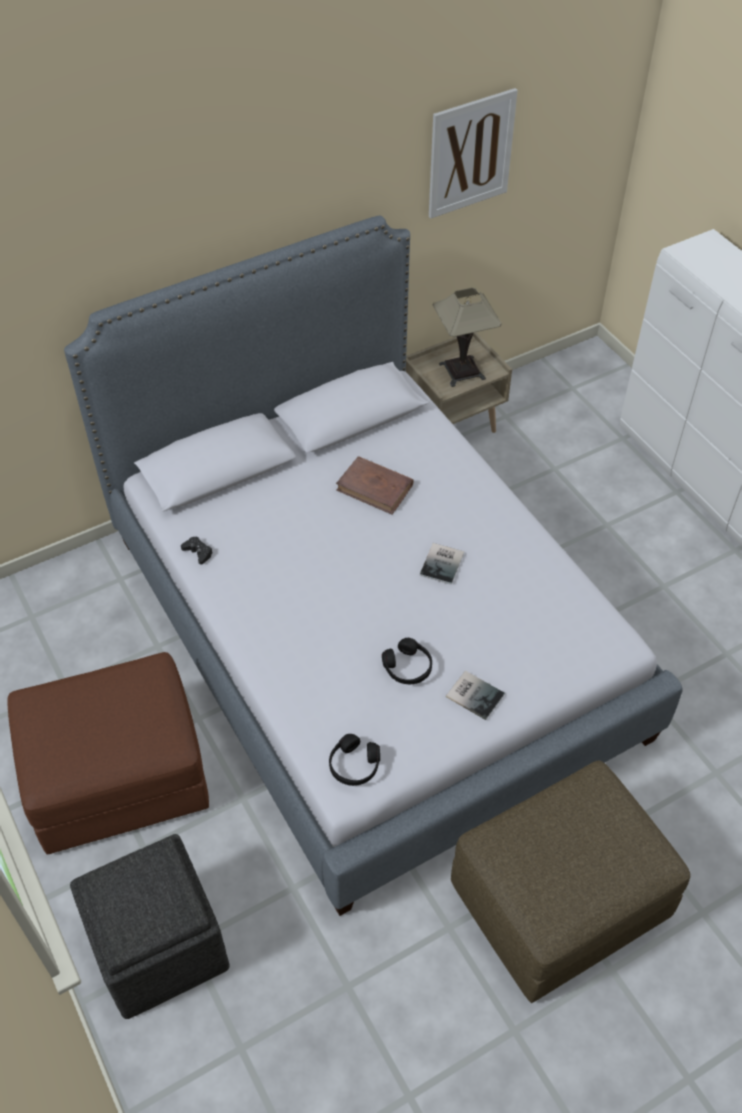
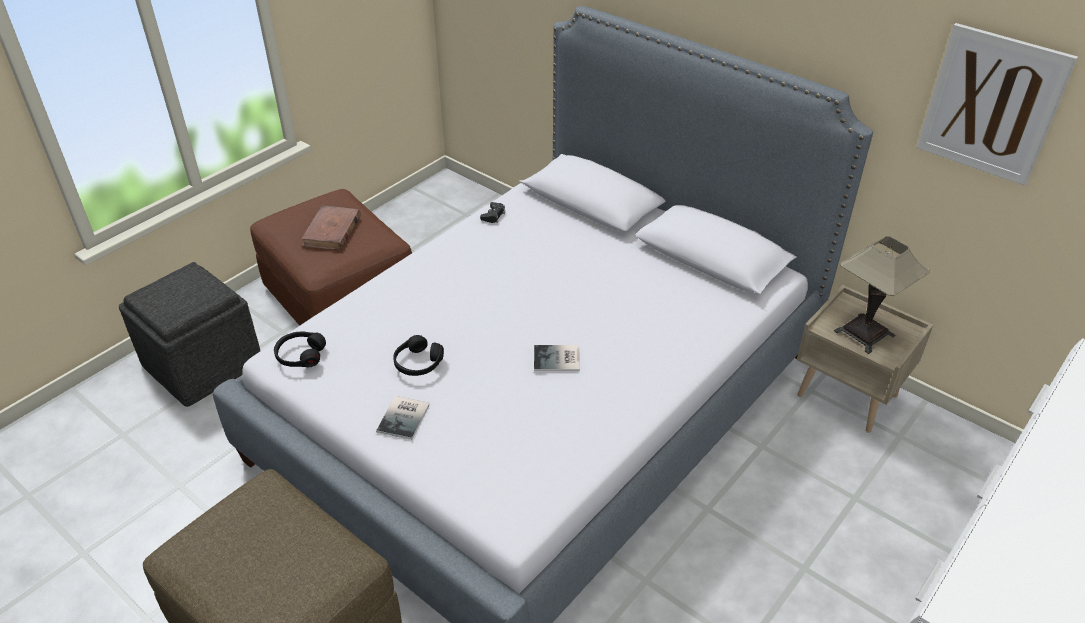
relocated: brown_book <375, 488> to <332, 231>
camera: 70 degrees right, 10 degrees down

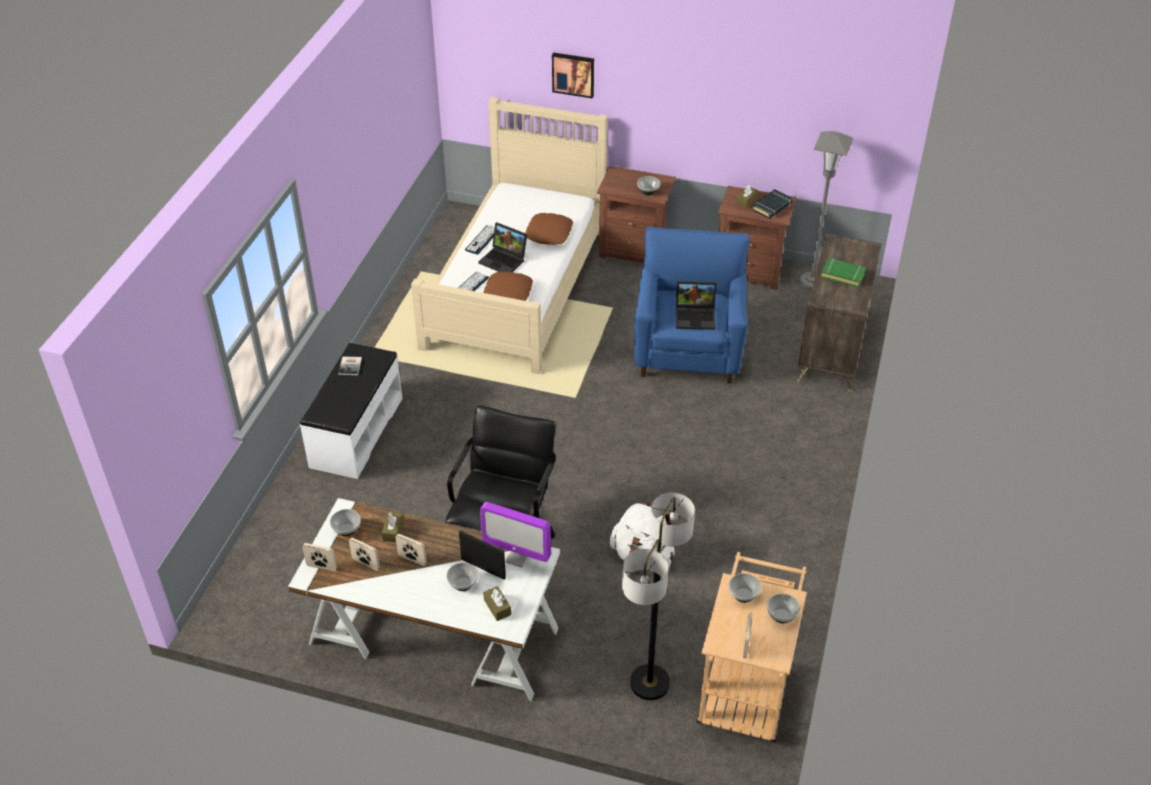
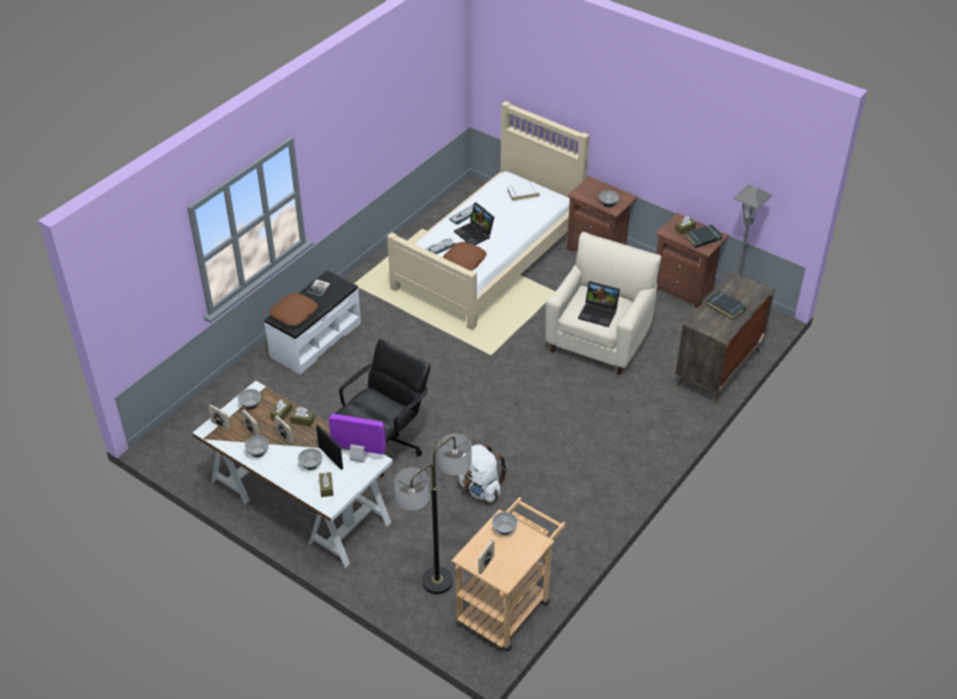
missing: picture <573, 74>
appeared: brown_tissue_box <302, 420>; white_book <523, 193>
relocated: brown_pillow <549, 234> to <294, 313>; bowl <781, 616> to <257, 452>
colour: blue_armchair <689, 350> to beige_armchair <600, 340>; green_book <842, 275> to black_book <726, 307>
spun: monitor <517, 557> = <359, 457> 150 degrees clockwise
camera: 20 degrees right, 0 degrees up

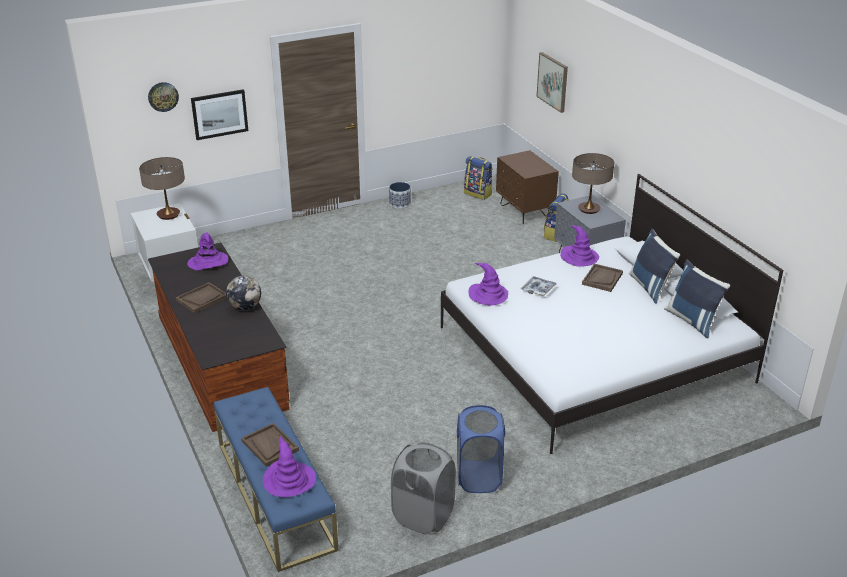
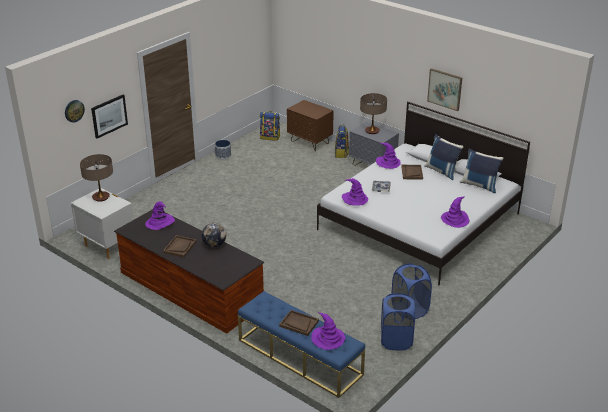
appeared: purple_hat <455, 219>
relocated: picture <553, 82> to <445, 89>
colour: grey_laundry_basket <423, 516> to blue_laundry_basket <396, 341>
camera: 25 degrees left, 0 degrees up

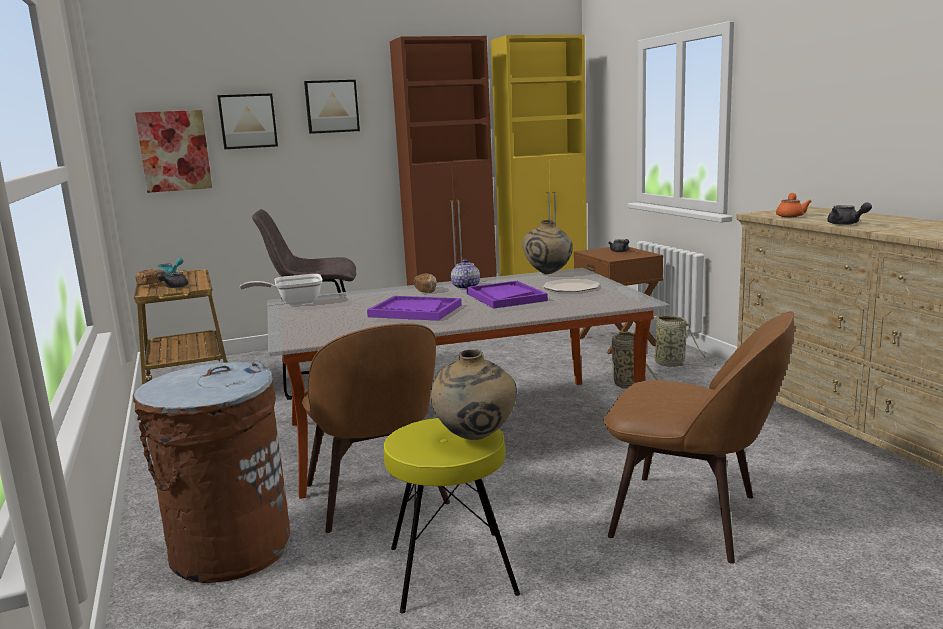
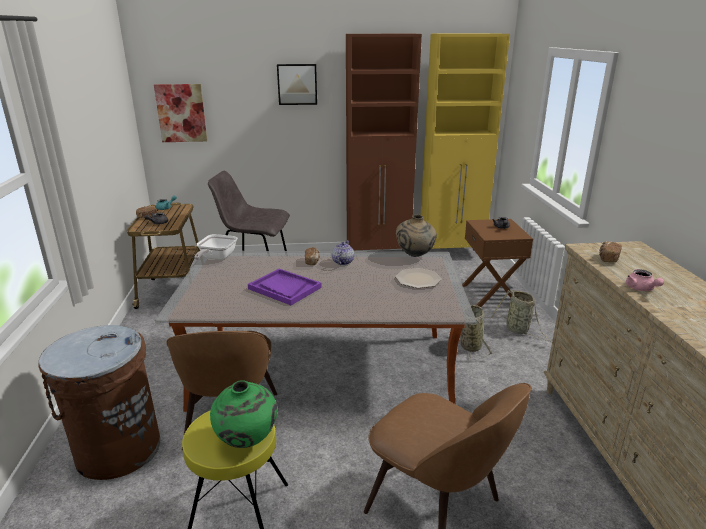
missing: picture <247, 121>; purple_tray <505, 297>
exchanged: orange_teapot <791, 215> to bread <608, 258>
colour: beige_vase <476, 438> to green_vase <247, 441>; grey_teapot <846, 224> to pink_teapot <641, 289>
spun: frying_pan <294, 302> = <216, 258> 75 degrees counterclockwise
camera: 15 degrees right, 10 degrees up

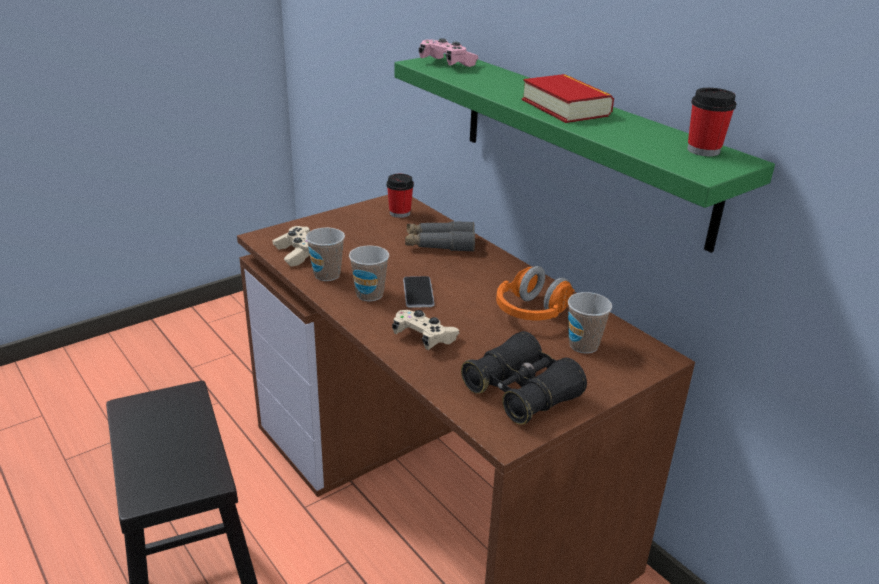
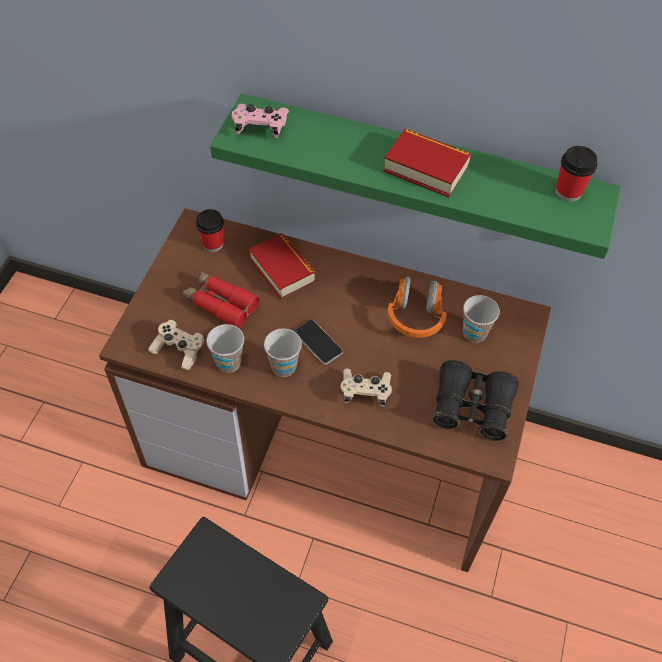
appeared: red_binoculars <220, 304>
exchanged: grey_binoculars <439, 244> to book <282, 270>
camera: 35 degrees left, 25 degrees up

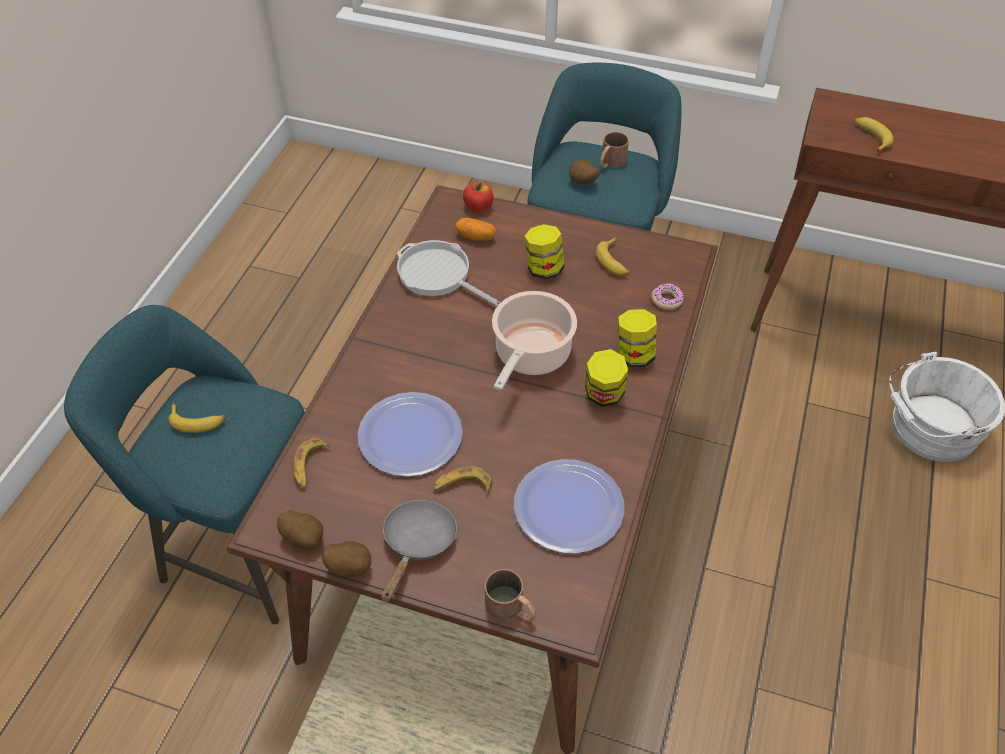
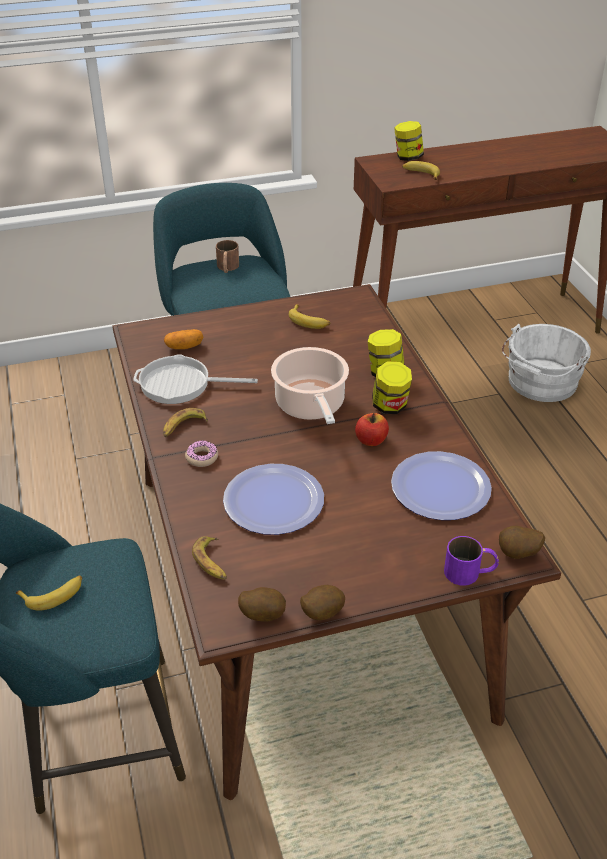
missing: grey_frying_pan <417, 544>
relocated: banana <462, 486> to <183, 427>; apple <478, 207> to <371, 440>; jar <543, 269> to <407, 157>; potato <582, 183> to <518, 555>; donut <667, 300> to <202, 457>
colour: brown_mug <511, 609> to purple_mug <470, 572>
camera: 35 degrees left, 10 degrees down

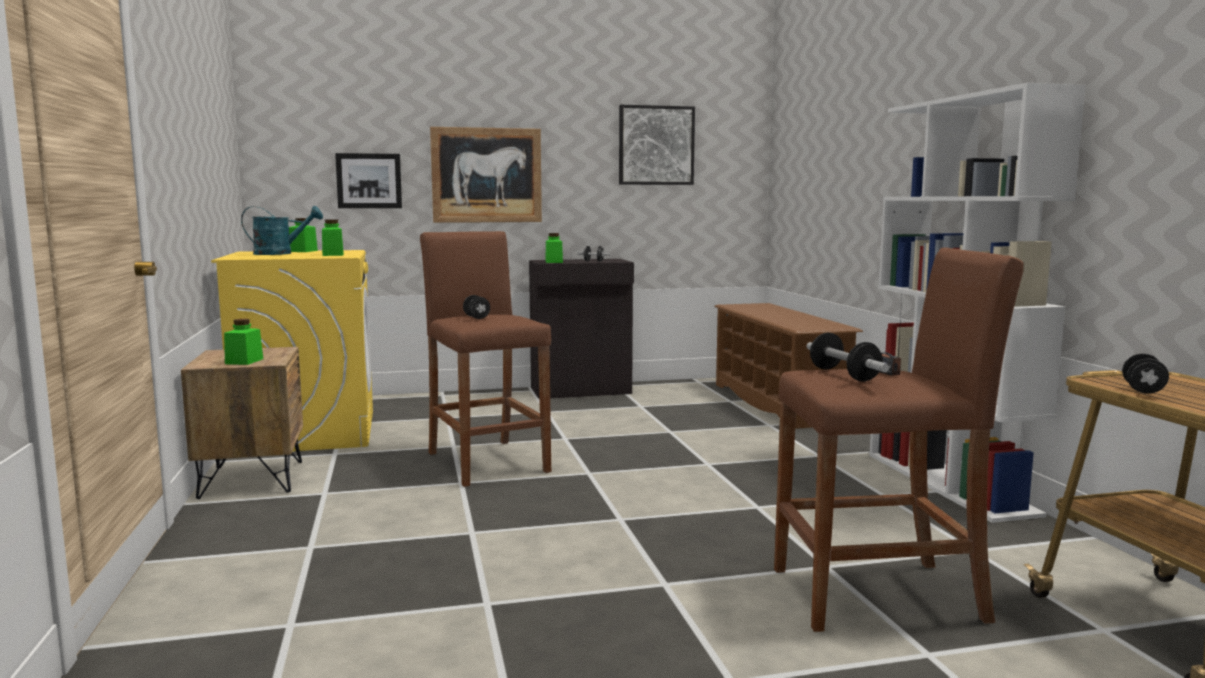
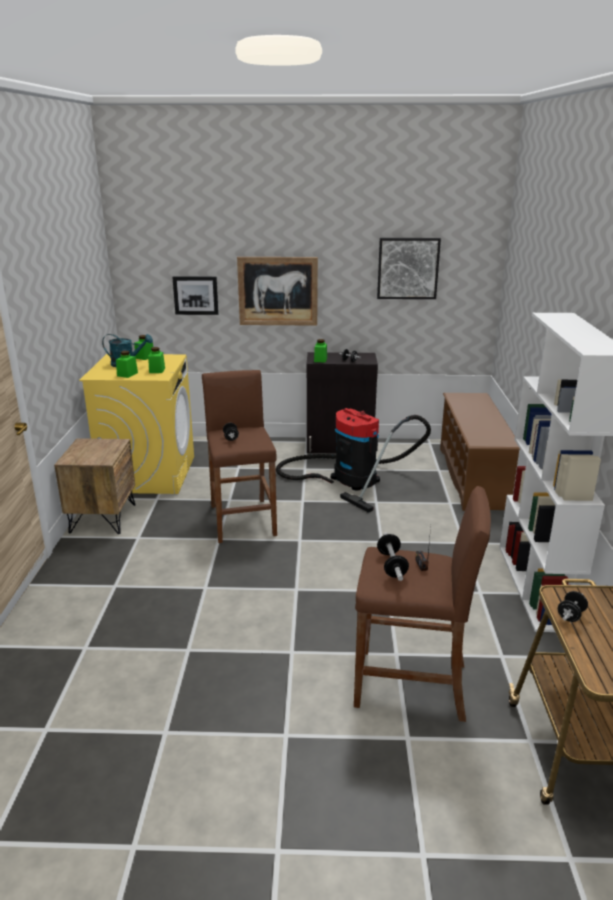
appeared: vacuum_cleaner <350, 478>
relocated: green_jar <244, 361> to <127, 374>
camera: 15 degrees right, 15 degrees up

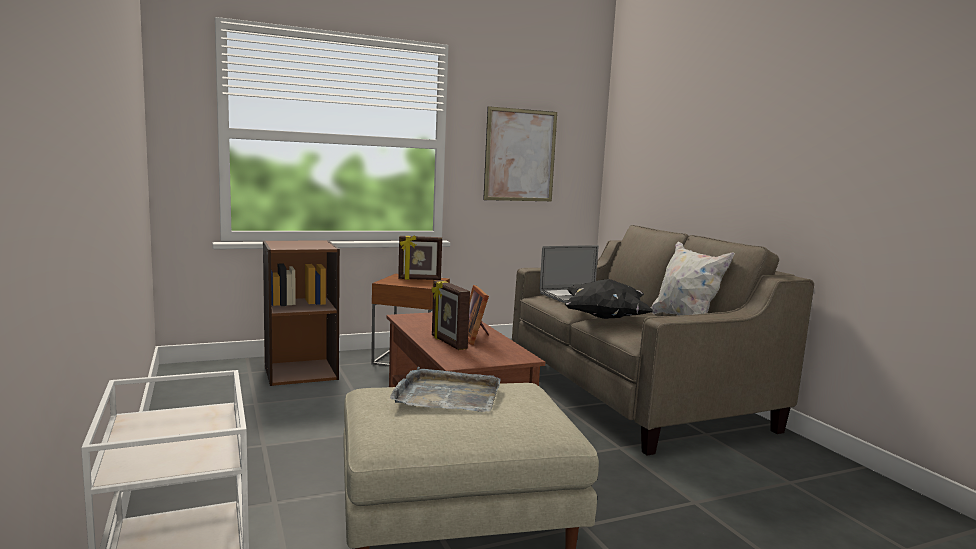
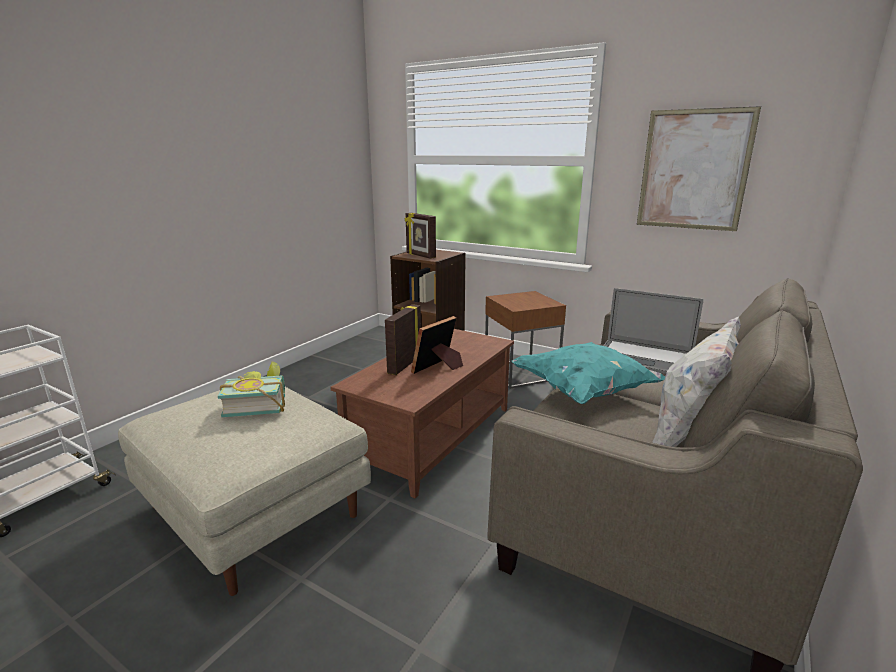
relocated: picture_frame <419, 279> to <420, 256>
exchanged: grey_tray <447, 395> to book <257, 405>
colour: black_pillow <604, 318> to turquoise_pillow <584, 392>
camera: 55 degrees right, 10 degrees up

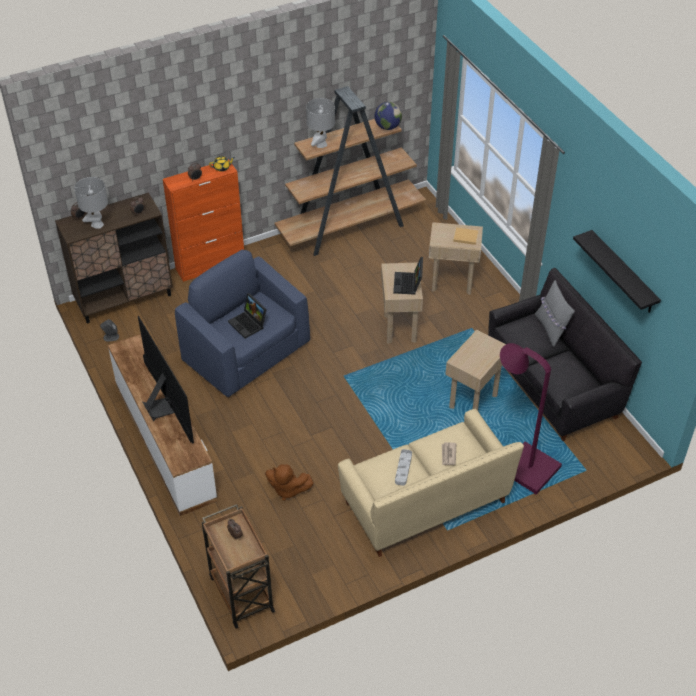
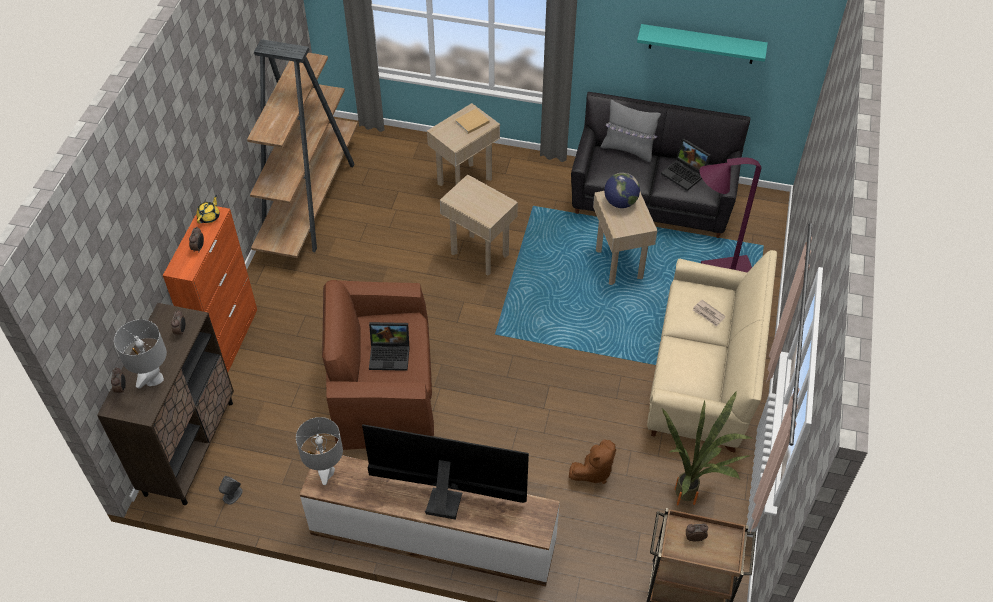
missing: grey_tray <403, 468>
appeared: potted_plant <692, 498>
relocated: grey_table_lamp <321, 144> to <326, 472>; globe <387, 127> to <620, 202>; laptop <408, 284> to <685, 174>
colour: blue_armchair <246, 352> to brown_armchair <384, 389>; black_shelf <623, 273> to turquoise_shelf <701, 44>
camera: 50 degrees left, 5 degrees up

